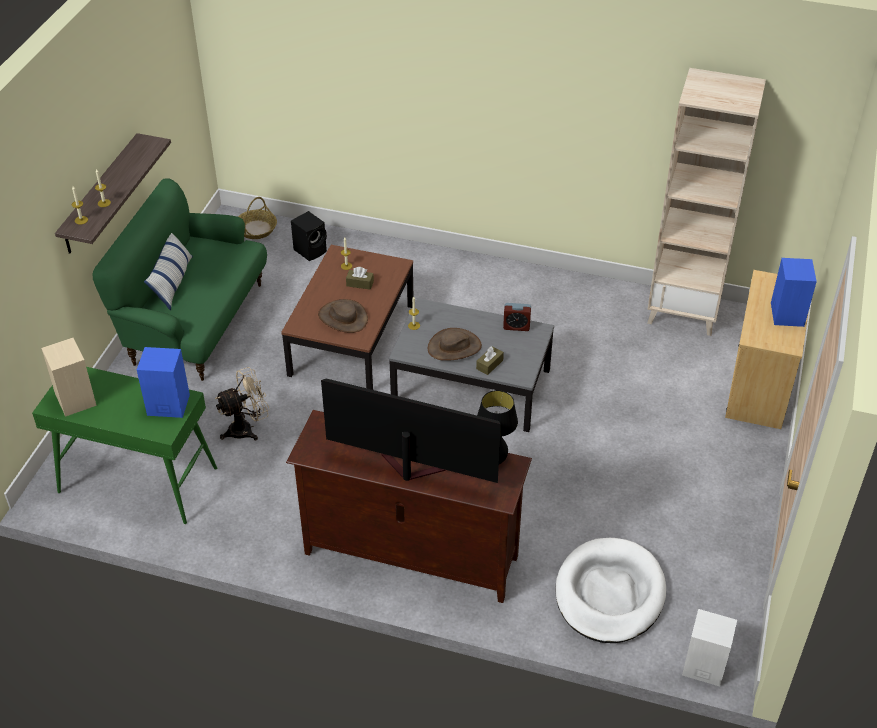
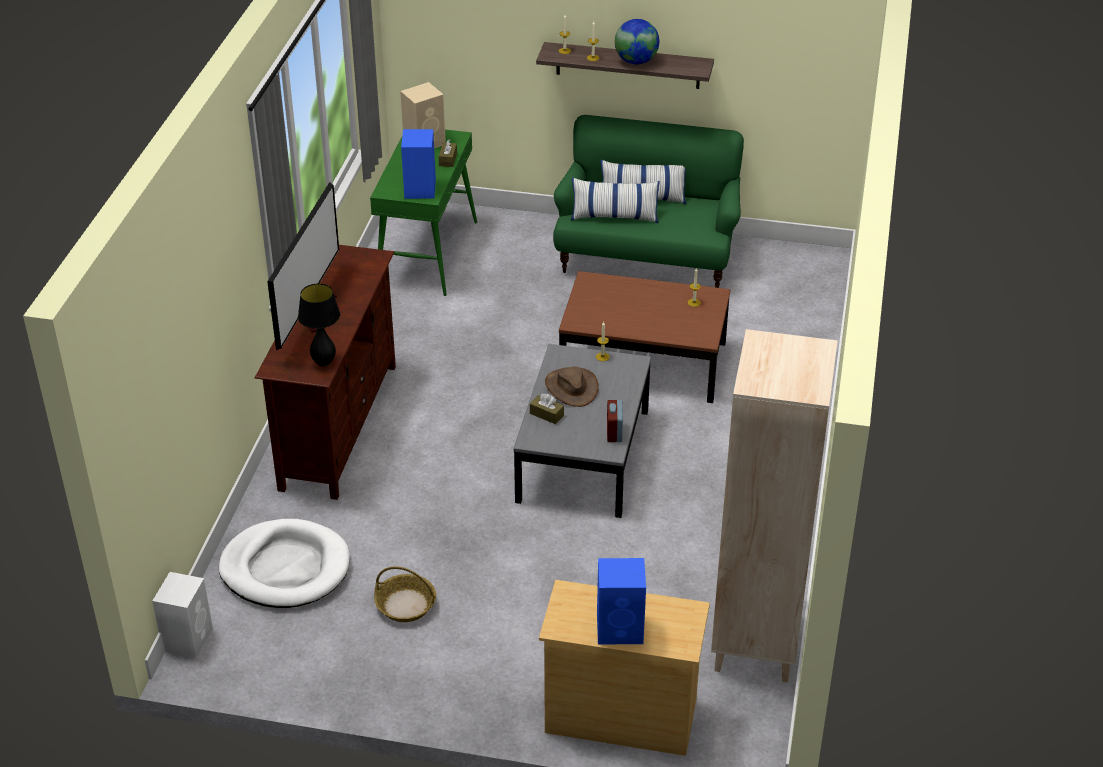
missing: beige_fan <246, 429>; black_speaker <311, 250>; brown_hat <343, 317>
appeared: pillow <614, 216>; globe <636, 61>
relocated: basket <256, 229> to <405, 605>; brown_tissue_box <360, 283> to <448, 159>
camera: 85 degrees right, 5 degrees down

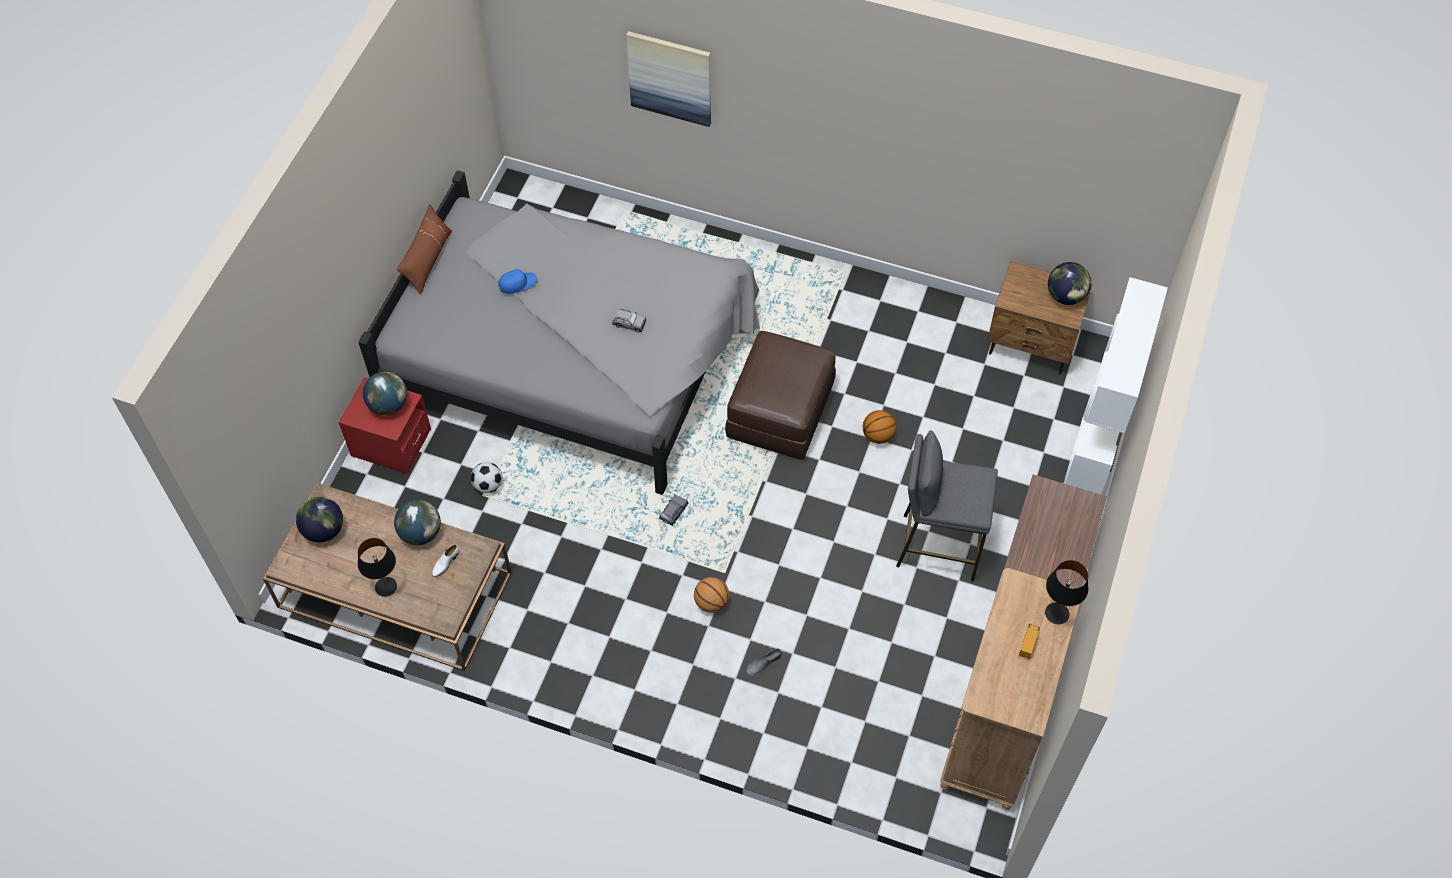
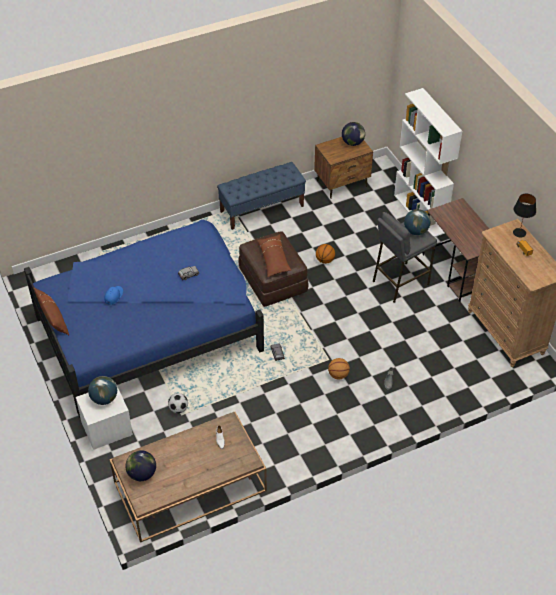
missing: black_table_lamp <386, 586>; picture <670, 77>
appeared: blue_bench <262, 209>; brown_pillow <274, 259>
relocated: globe <420, 533> to <416, 231>
colour: red_nightstand <391, 443> to white_nightstand <106, 429>; grey_bed <574, 355> to blue_bed <151, 326>
camera: 45 degrees left, 10 degrees down

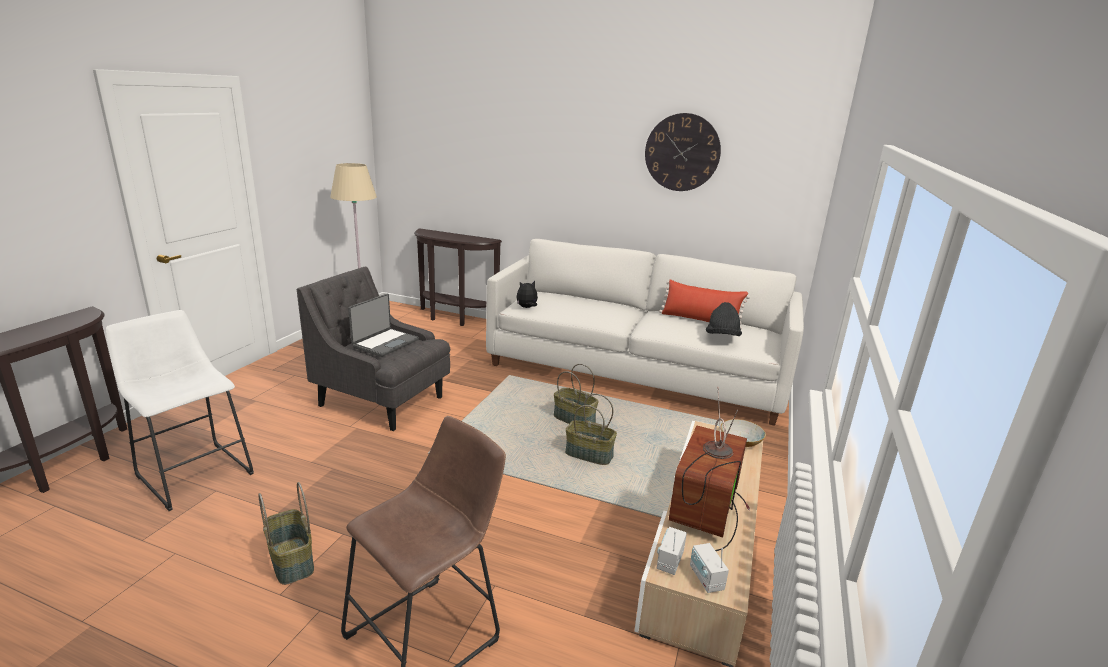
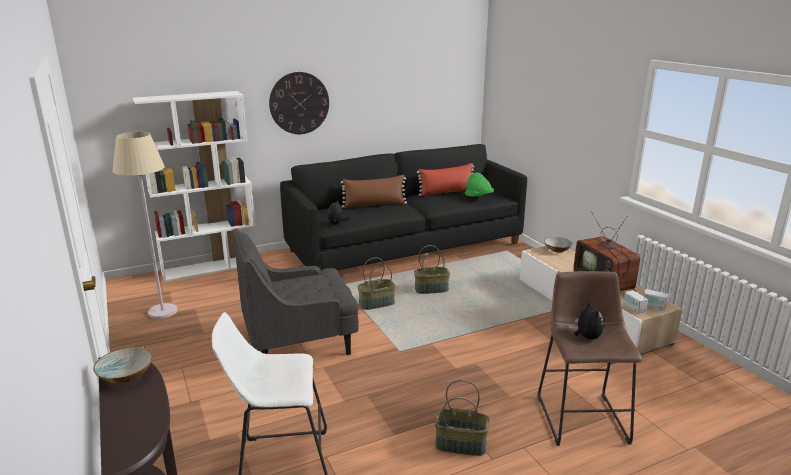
missing: laptop <385, 343>
appeared: bowl <126, 376>; brown_pillow <374, 205>; plush_toy <587, 337>
relocated: basket <588, 454> to <376, 304>; wall_clock <682, 152> to <299, 103>
exchanged: brown_console_table <454, 319> to white_bookcase <211, 267>
colour: white_sofa <636, 371> to black_sofa <405, 247>; black_hat <722, 337> to green_hat <478, 197>
camera: 45 degrees left, 0 degrees up

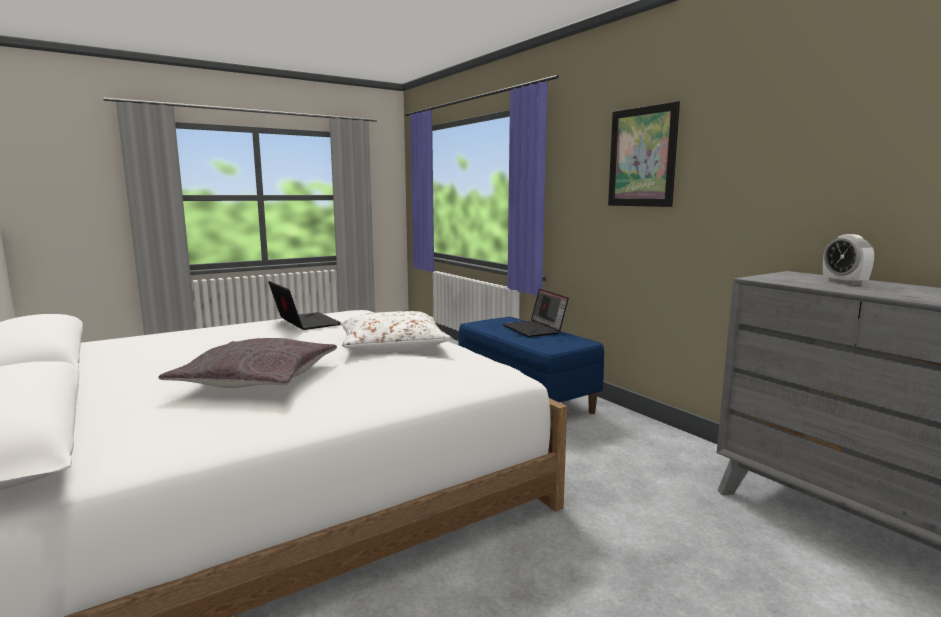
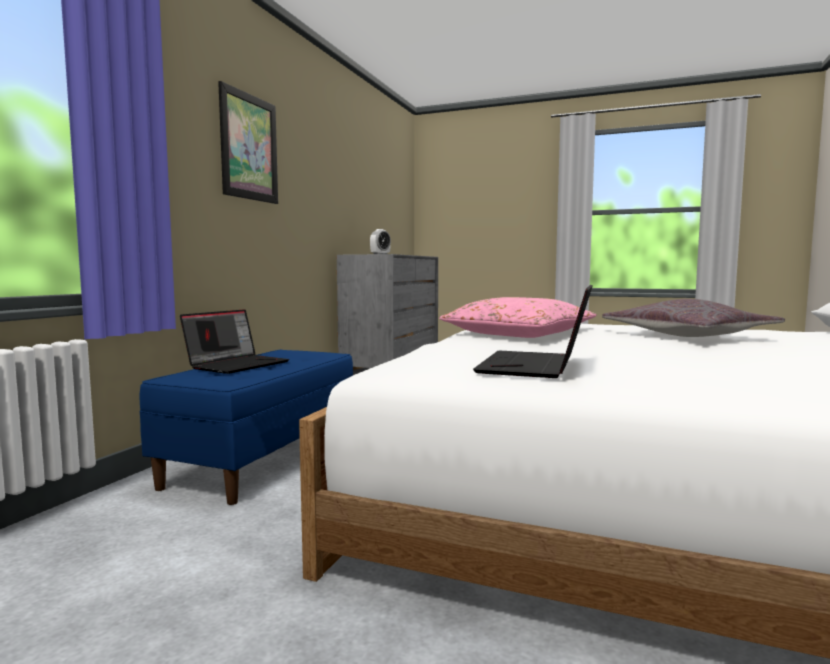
colour: white_pillow <393, 346> to pink_pillow <518, 334>
camera: 125 degrees left, 5 degrees down

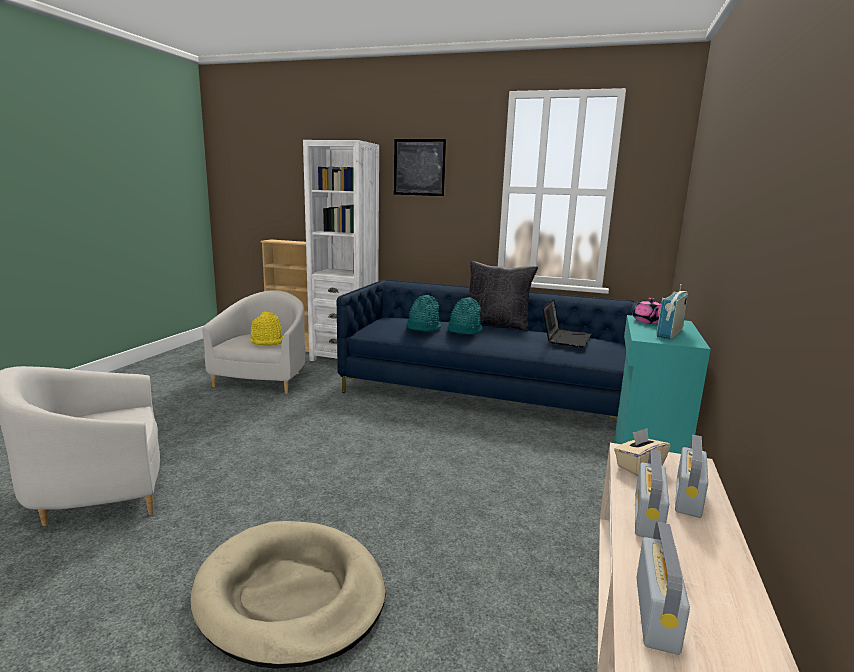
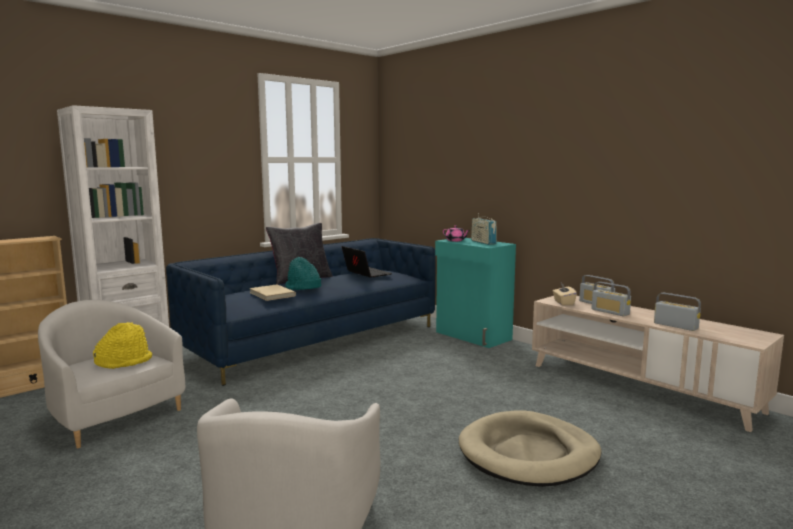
missing: picture <419, 167>
exchanged: turquoise_hat <423, 327> to beige_book <271, 294>
camera: 60 degrees left, 5 degrees down

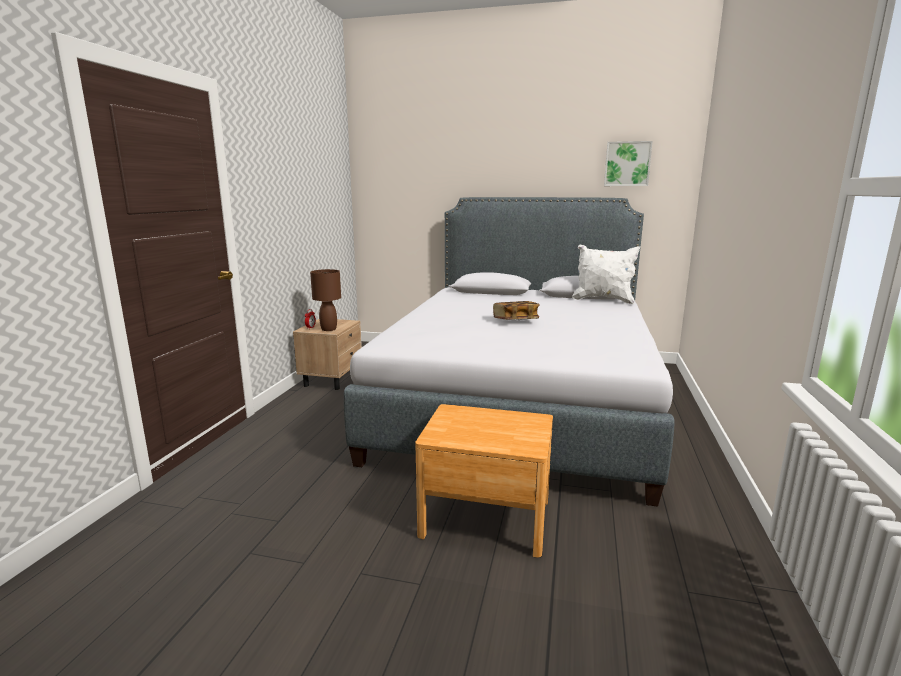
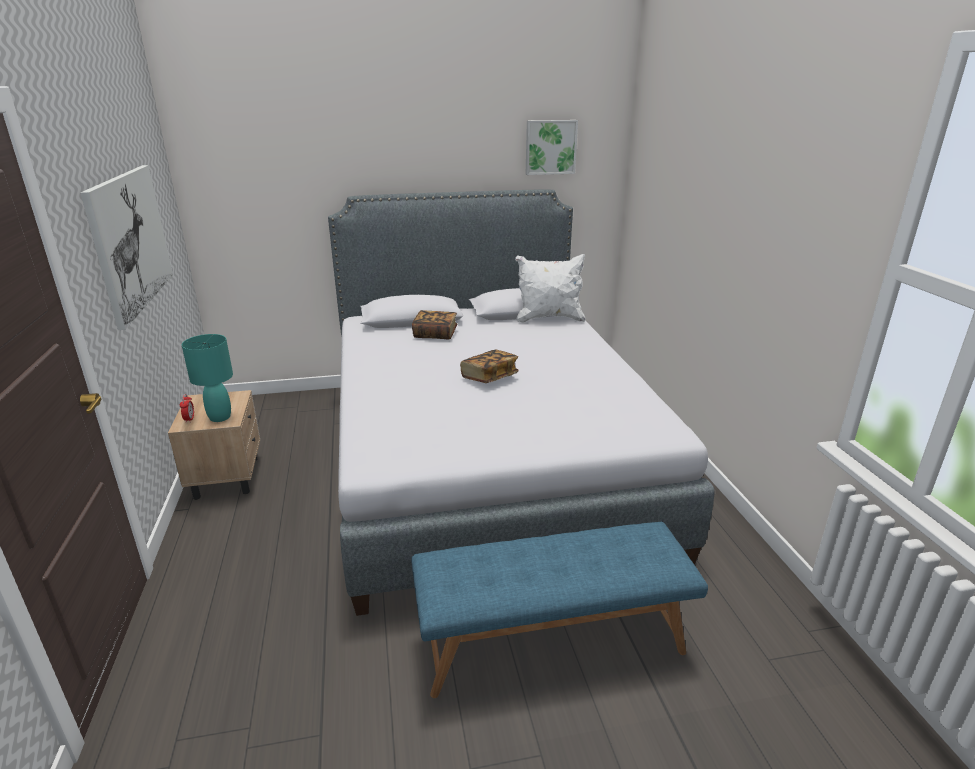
appeared: picture <130, 241>; book <435, 334>
exchanged: brown_nightstand <485, 518> to blue_bench <551, 639>
colour: brown_table_lamp <328, 329> to turquoise_table_lamp <220, 417>
camera: 25 degrees left, 10 degrees up

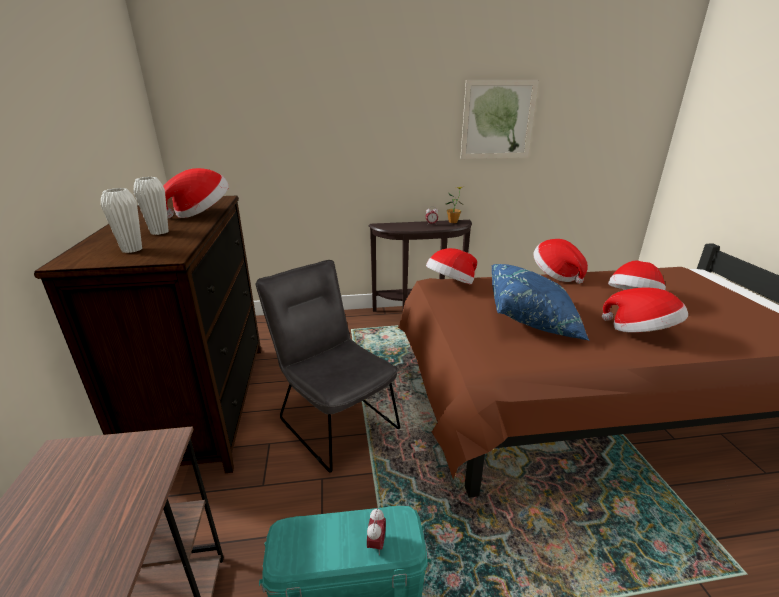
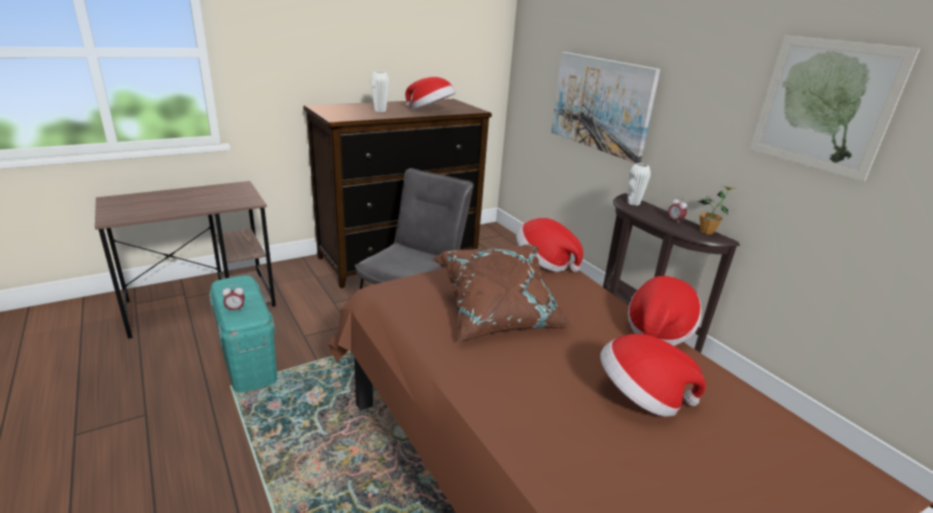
missing: hat <640, 331>
appeared: picture <600, 104>
relocated: white_vase <132, 249> to <633, 203>
colour: blue_pillow <533, 319> to brown_pillow <499, 313>
camera: 65 degrees right, 0 degrees up

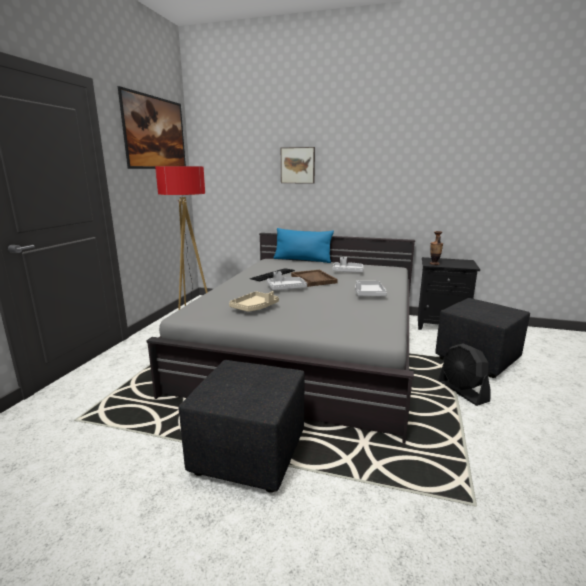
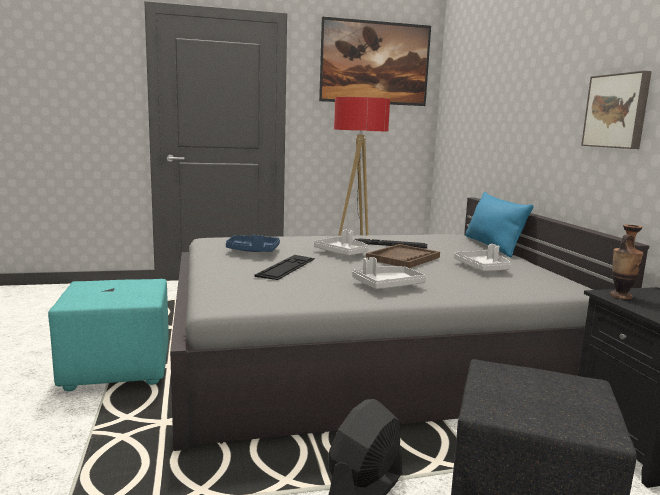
appeared: keyboard <286, 267>
relocated: picture <298, 165> to <617, 111>
colour: black_ottoman <250, 454> to turquoise_ottoman <118, 369>; beige_tray <254, 307> to blue_tray <253, 251>
camera: 60 degrees right, 5 degrees down

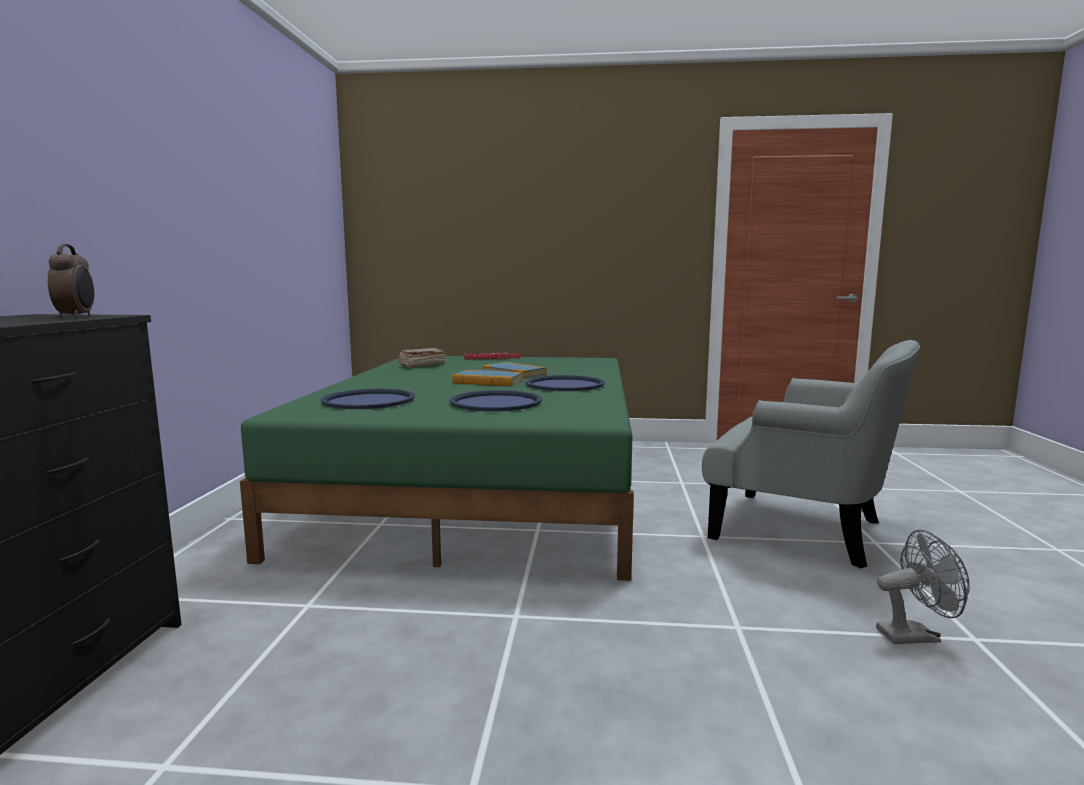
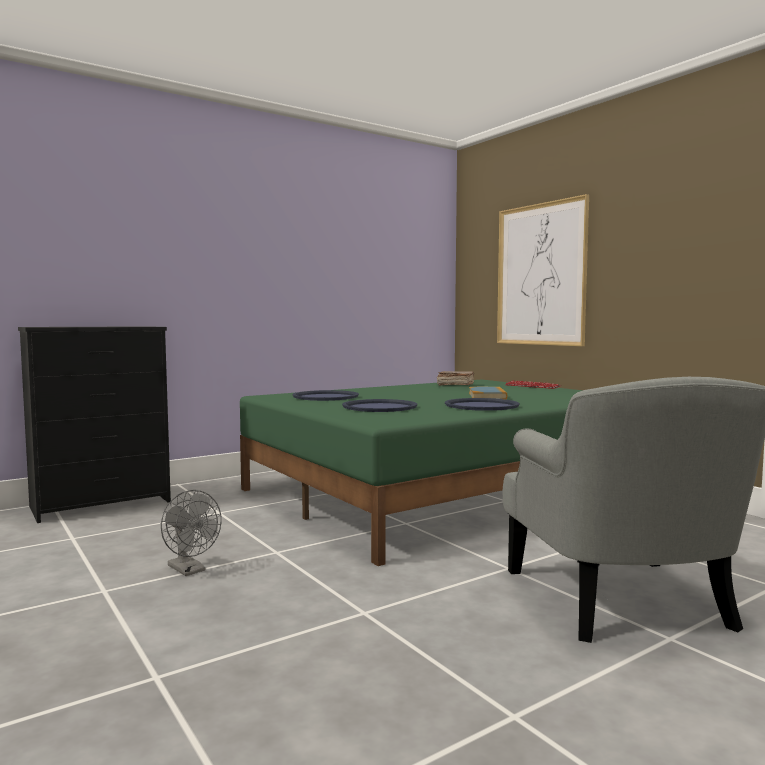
missing: alarm_clock <77, 317>; book <488, 381>
appeared: picture <540, 274>
relocated: grey_fan <915, 635> to <190, 570>
camera: 50 degrees right, 5 degrees down

